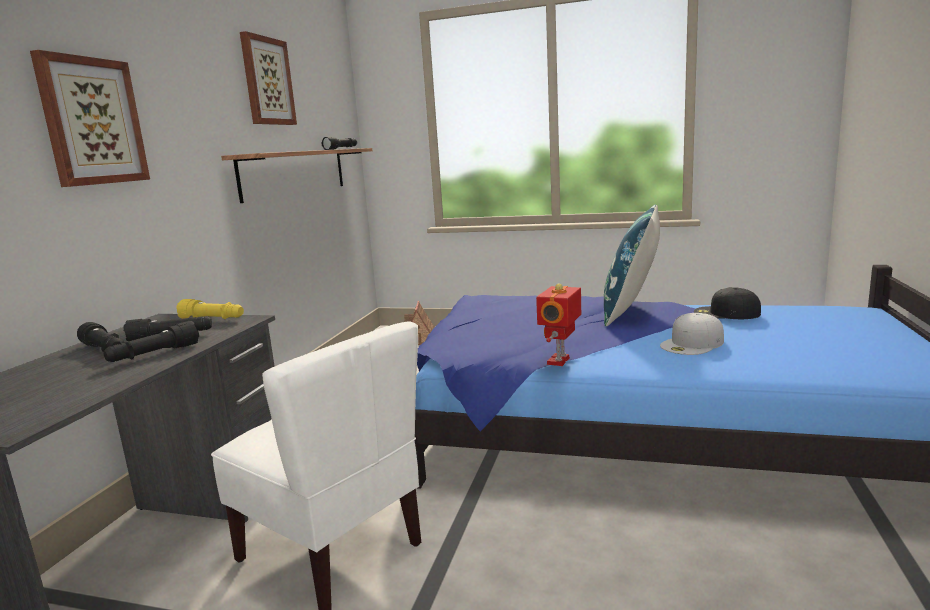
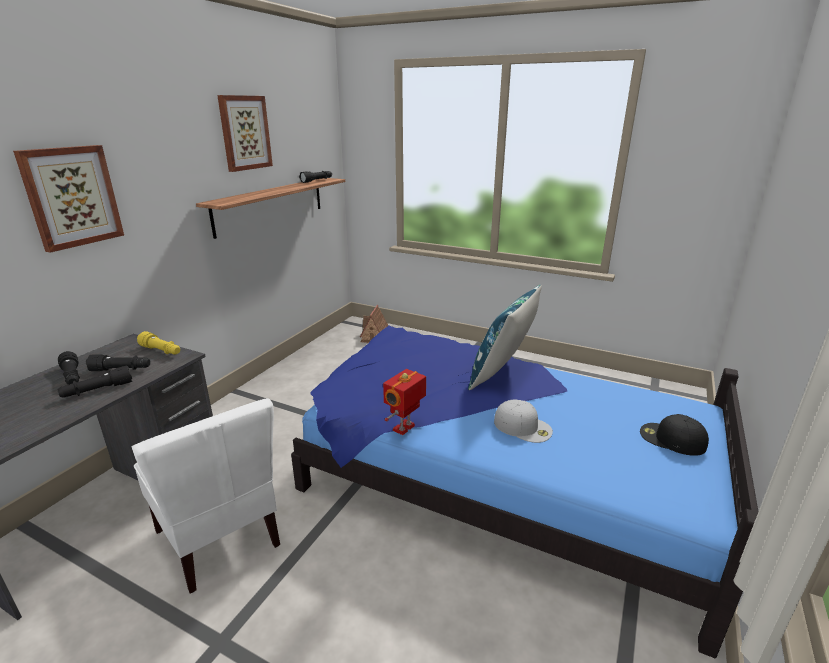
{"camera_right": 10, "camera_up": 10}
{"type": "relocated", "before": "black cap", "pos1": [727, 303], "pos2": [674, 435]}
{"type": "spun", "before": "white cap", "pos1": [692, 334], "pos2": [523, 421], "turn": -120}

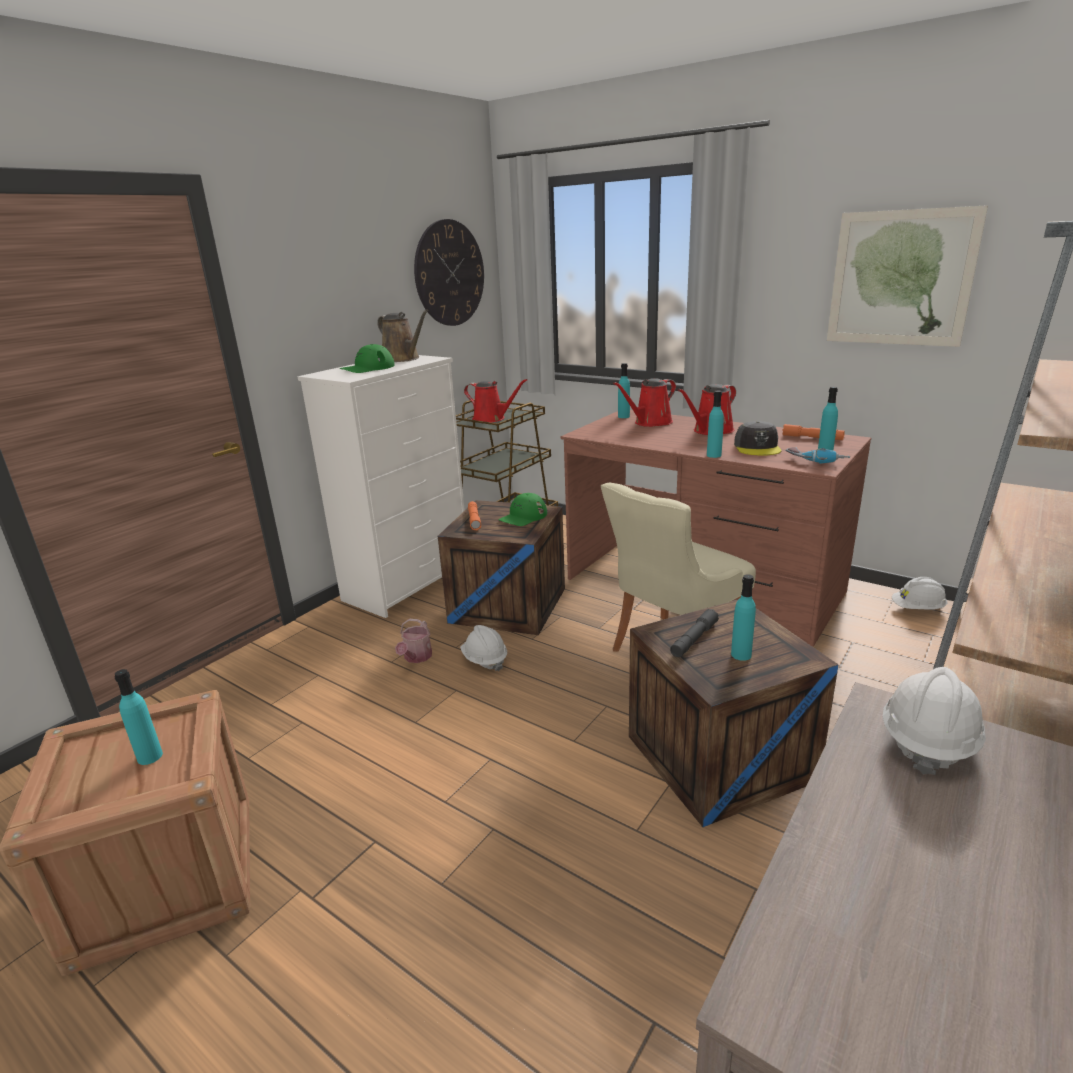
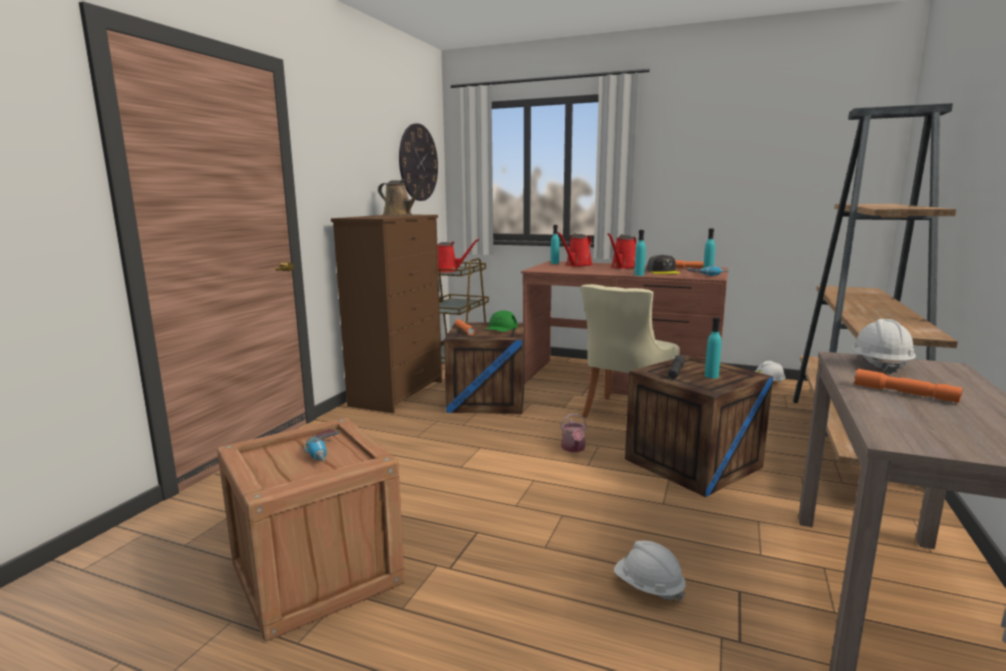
{"camera_right": -15, "camera_up": -10}
{"type": "missing", "before": "green cap", "pos1": [367, 358]}
{"type": "missing", "before": "picture", "pos1": [907, 276]}
{"type": "appeared", "after": "orange flashlight", "pos2": [908, 385]}
{"type": "relocated", "before": "watering can", "pos1": [413, 641], "pos2": [573, 433]}
{"type": "relocated", "before": "white hard hat", "pos1": [483, 648], "pos2": [650, 571]}
{"type": "exchanged", "before": "turquoise bottle", "after": "power drill", "pos1": [138, 717], "pos2": [322, 445]}
{"type": "colour", "before": "white dresser", "after": "brown dresser", "pos1": [381, 486], "pos2": [386, 314]}

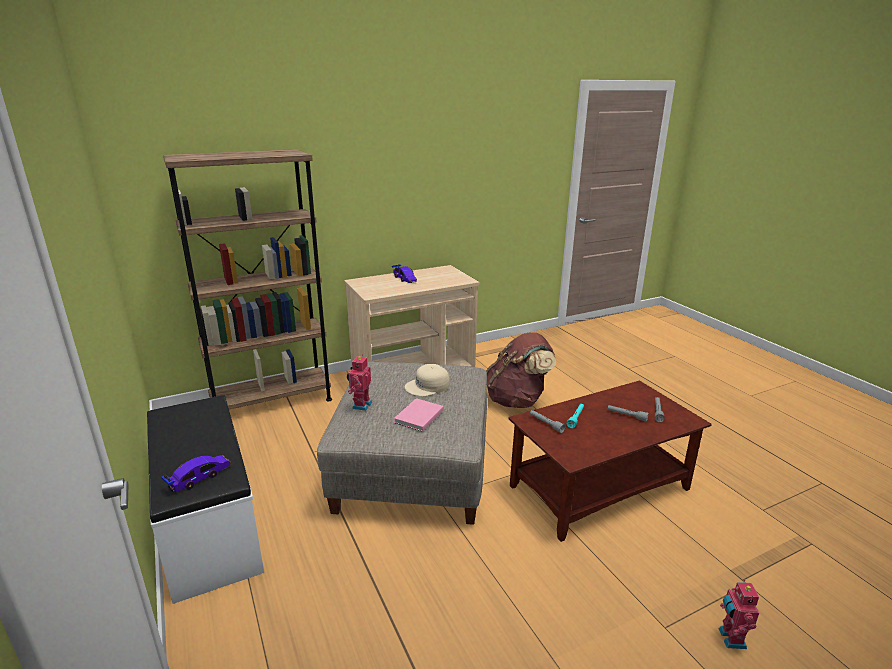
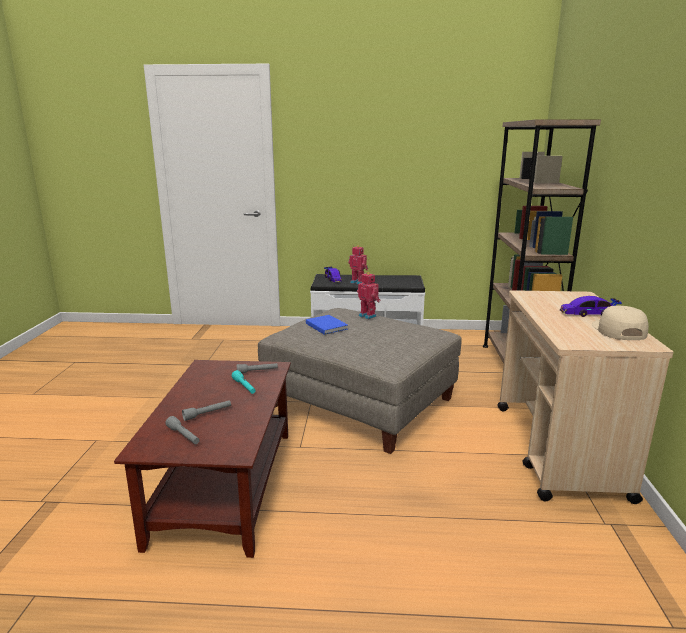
{"camera_right": 120, "camera_up": -5}
{"type": "missing", "before": "brown backpack", "pos1": [521, 370]}
{"type": "relocated", "before": "beige cap", "pos1": [427, 380], "pos2": [620, 323]}
{"type": "relocated", "before": "toy robot", "pos1": [739, 614], "pos2": [358, 265]}
{"type": "colour", "before": "pink book", "after": "blue book", "pos1": [419, 415], "pos2": [327, 325]}

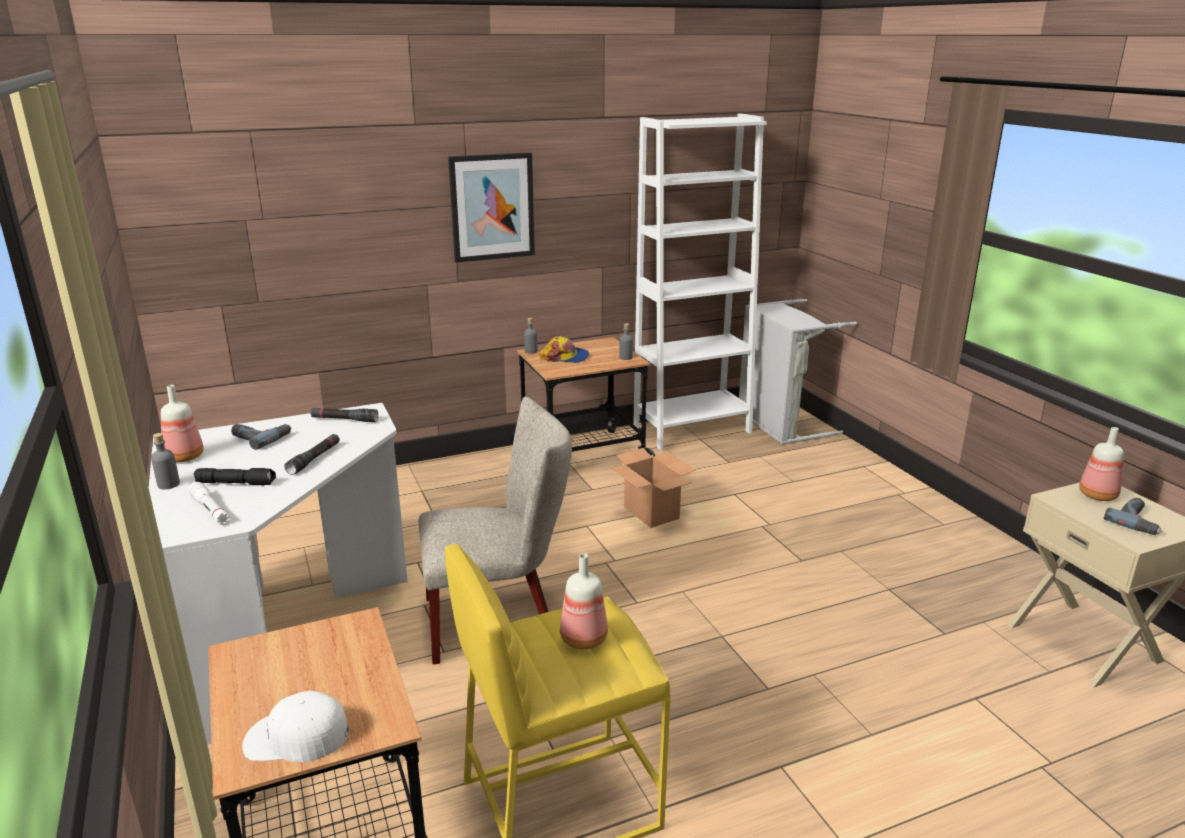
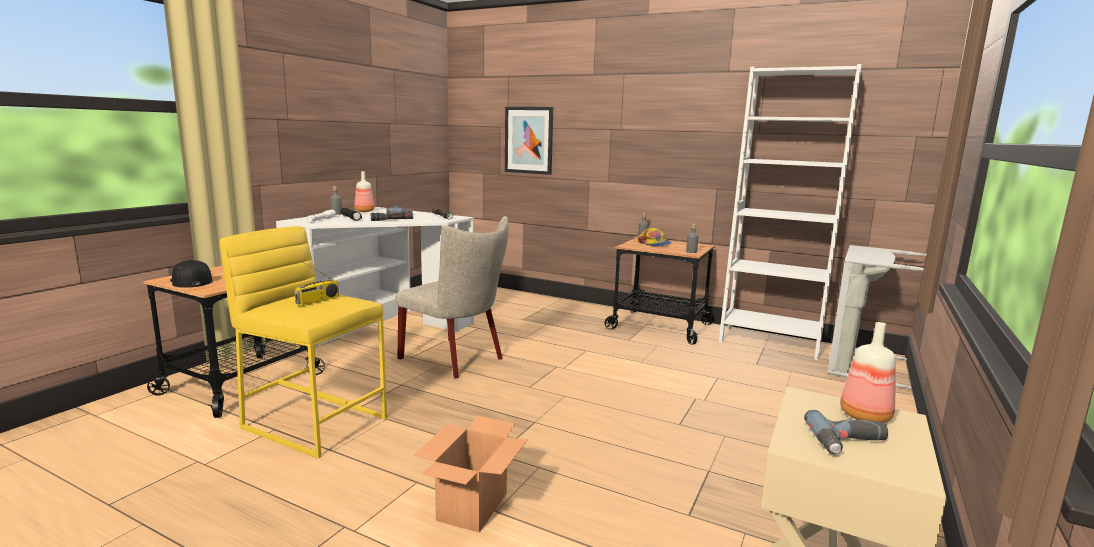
{"camera_right": 50, "camera_up": -10}
{"type": "relocated", "before": "picture", "pos1": [491, 207], "pos2": [529, 141]}
{"type": "relocated", "before": "cardboard box", "pos1": [653, 488], "pos2": [471, 474]}
{"type": "exchanged", "before": "bottle", "after": "radio", "pos1": [584, 601], "pos2": [316, 283]}
{"type": "colour", "before": "white cap", "after": "black cap", "pos1": [296, 726], "pos2": [191, 274]}

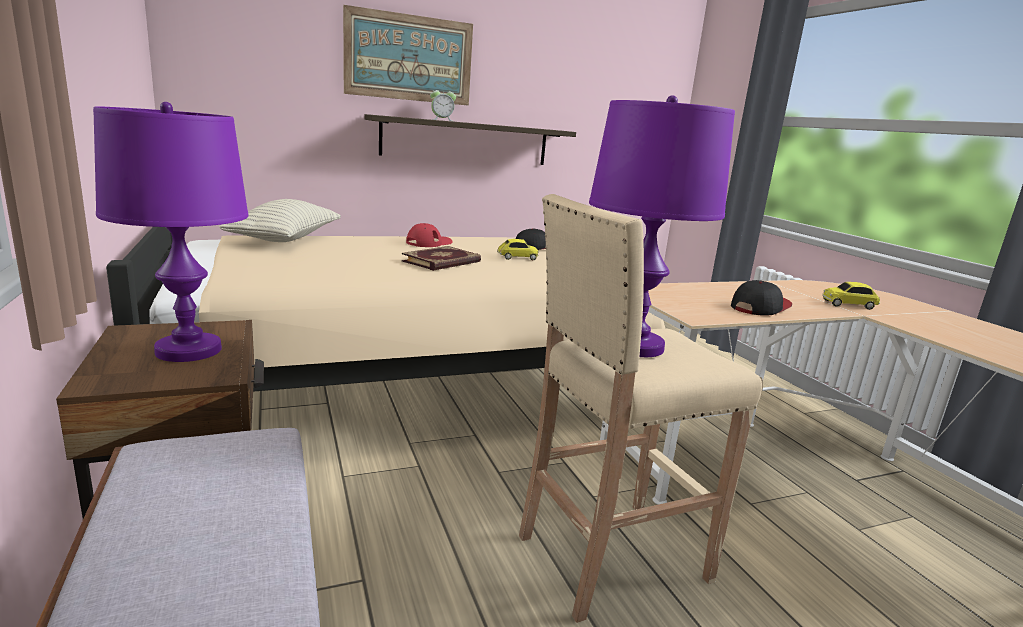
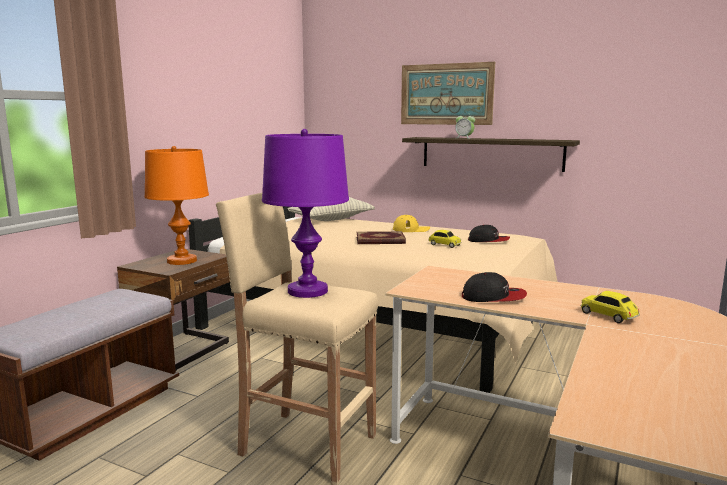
{"camera_right": 50, "camera_up": -5}
{"type": "colour", "before": "purple table lamp", "after": "orange table lamp", "pos1": [171, 232], "pos2": [177, 205]}
{"type": "colour", "before": "red cap", "after": "yellow cap", "pos1": [429, 235], "pos2": [411, 223]}

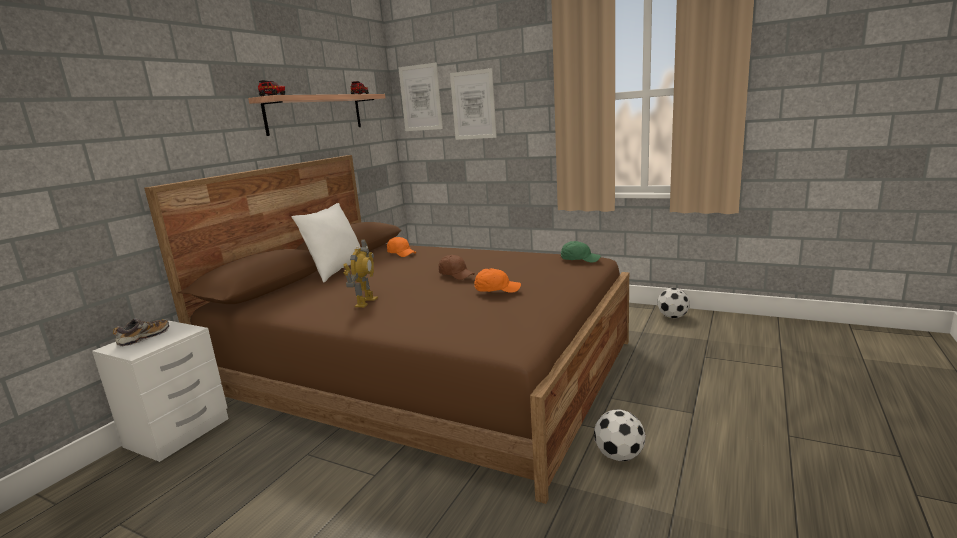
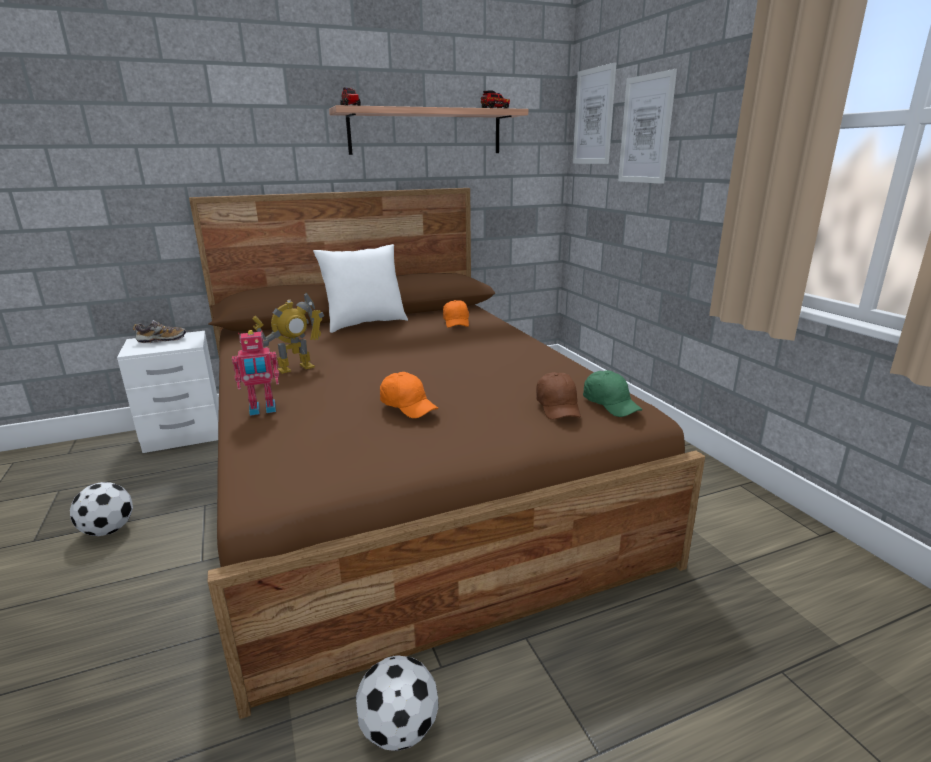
{"camera_right": 40, "camera_up": 5}
{"type": "appeared", "after": "toy robot", "pos2": [255, 373]}
{"type": "relocated", "before": "brown cap", "pos1": [457, 267], "pos2": [558, 396]}
{"type": "relocated", "before": "football", "pos1": [674, 303], "pos2": [101, 509]}

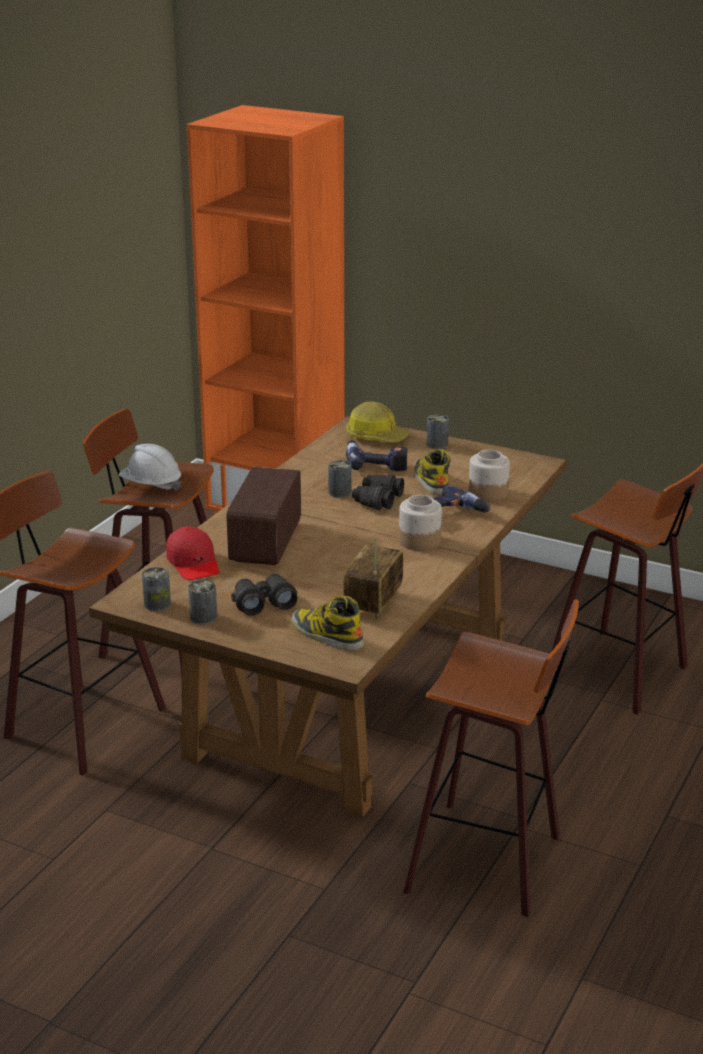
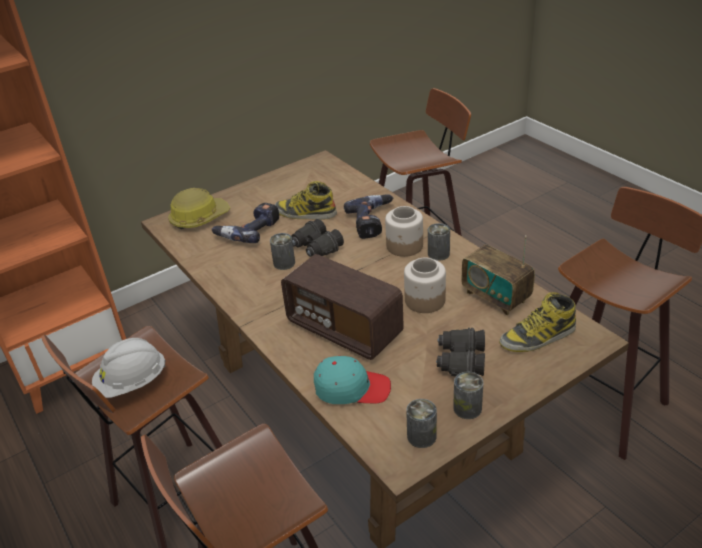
{"camera_right": -60, "camera_up": 10}
{"type": "relocated", "before": "can", "pos1": [438, 431], "pos2": [439, 242]}
{"type": "relocated", "before": "jar", "pos1": [489, 476], "pos2": [425, 285]}
{"type": "colour", "before": "red cap", "after": "turquoise cap", "pos1": [192, 553], "pos2": [352, 380]}

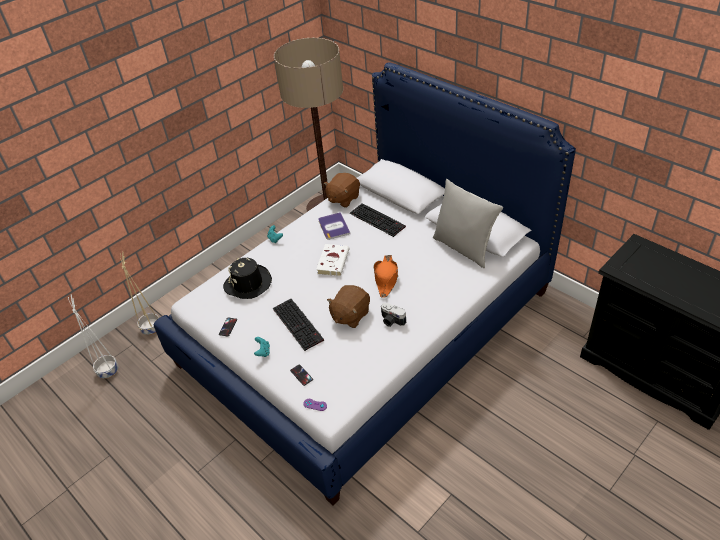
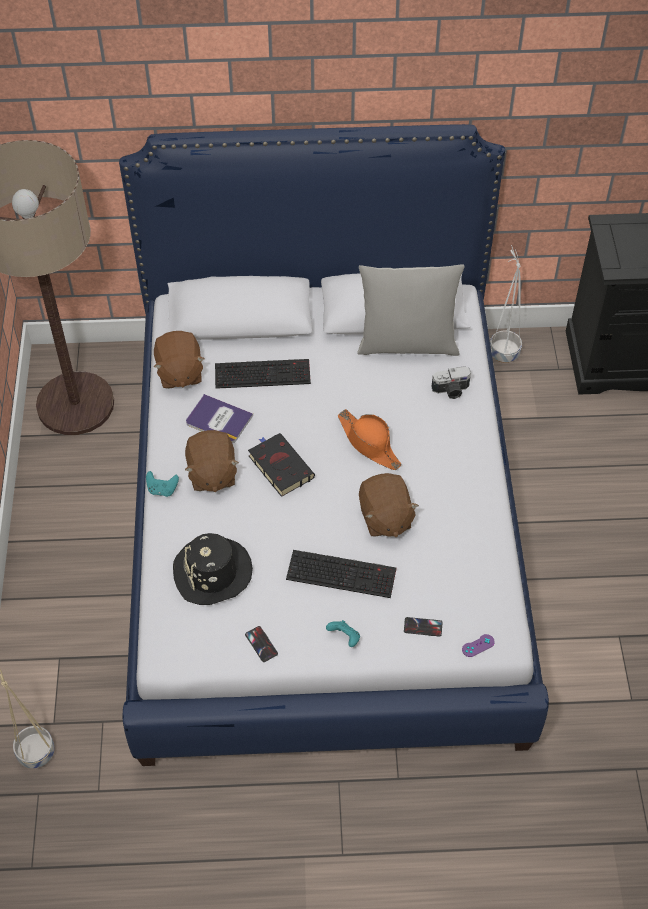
{"camera_right": -50, "camera_up": 10}
{"type": "appeared", "after": "brown plush toy", "pos2": [212, 461]}
{"type": "relocated", "before": "white planter", "pos1": [93, 336], "pos2": [506, 304]}
{"type": "relocated", "before": "photo camera", "pos1": [393, 315], "pos2": [451, 382]}
{"type": "colour", "before": "white book", "after": "black book", "pos1": [333, 260], "pos2": [281, 465]}

